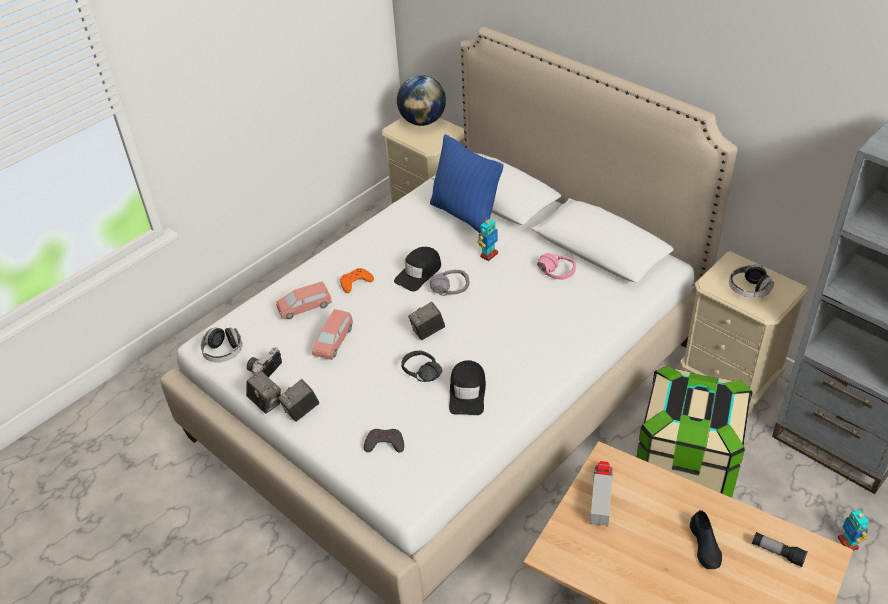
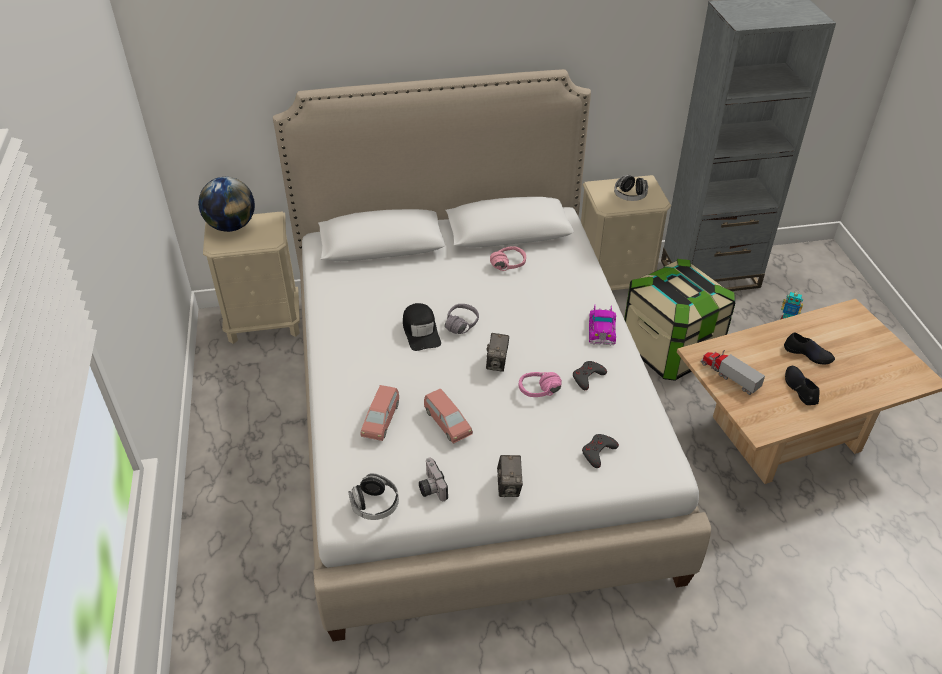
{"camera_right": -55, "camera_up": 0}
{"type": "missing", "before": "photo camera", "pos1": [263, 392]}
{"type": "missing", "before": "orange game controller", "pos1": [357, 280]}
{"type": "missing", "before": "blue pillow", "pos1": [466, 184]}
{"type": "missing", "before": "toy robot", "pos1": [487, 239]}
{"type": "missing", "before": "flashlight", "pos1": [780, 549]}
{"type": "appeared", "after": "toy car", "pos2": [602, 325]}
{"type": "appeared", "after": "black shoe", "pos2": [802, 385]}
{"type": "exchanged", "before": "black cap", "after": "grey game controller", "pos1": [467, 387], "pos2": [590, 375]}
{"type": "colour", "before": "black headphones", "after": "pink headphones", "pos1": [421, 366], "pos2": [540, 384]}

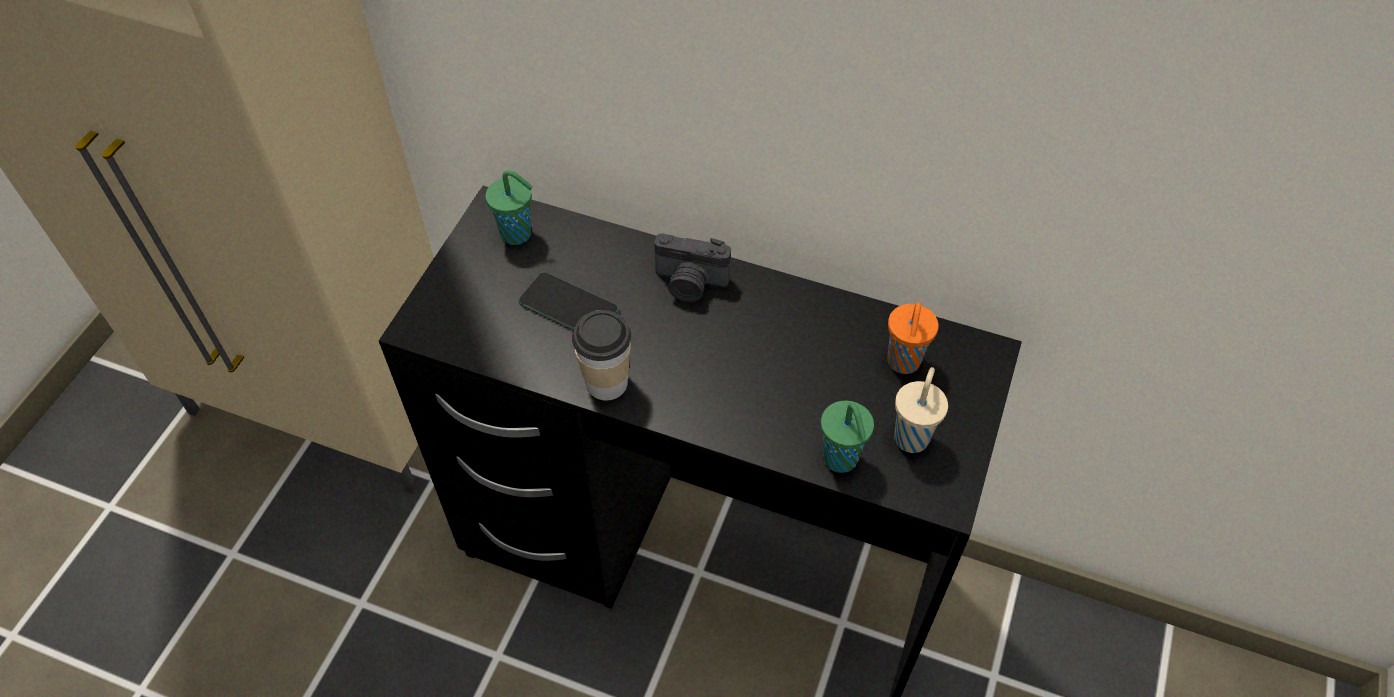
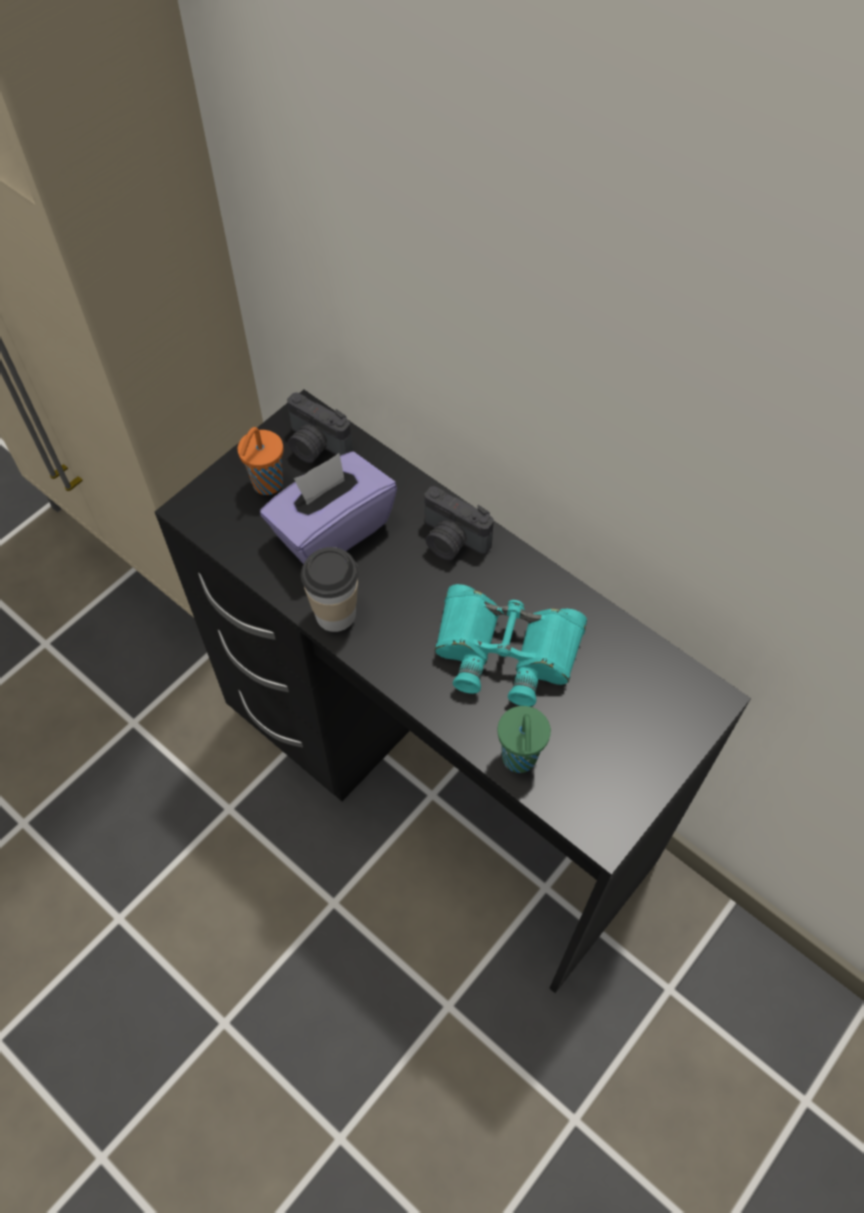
{"camera_right": 20, "camera_up": 5}
{"type": "missing", "before": "beige cup", "pos1": [921, 410]}
{"type": "appeared", "after": "turquoise binoculars", "pos2": [511, 645]}
{"type": "relocated", "before": "orange cup", "pos1": [913, 338], "pos2": [260, 461]}
{"type": "exchanged", "before": "green cup", "after": "photo camera", "pos1": [509, 207], "pos2": [320, 428]}
{"type": "exchanged", "before": "phone", "after": "purple tissue box", "pos1": [568, 301], "pos2": [328, 507]}

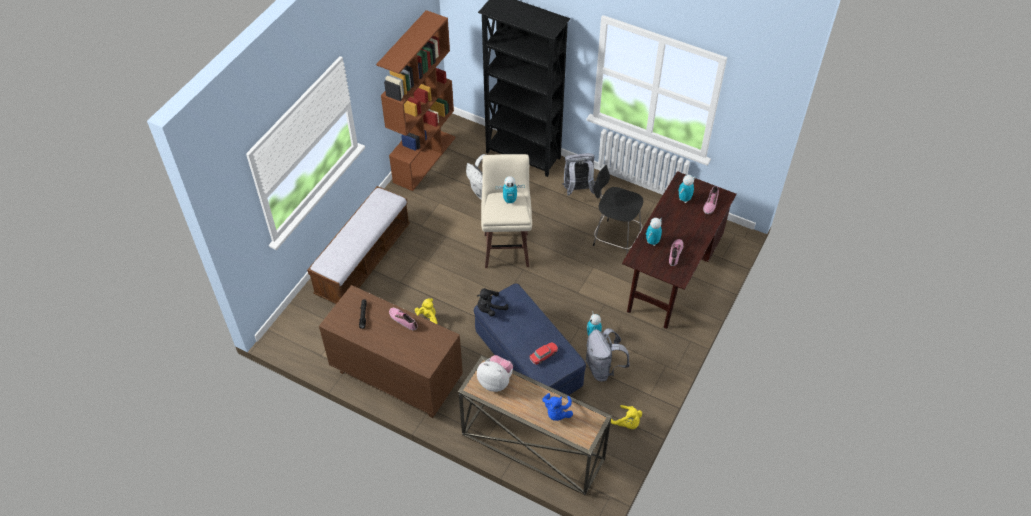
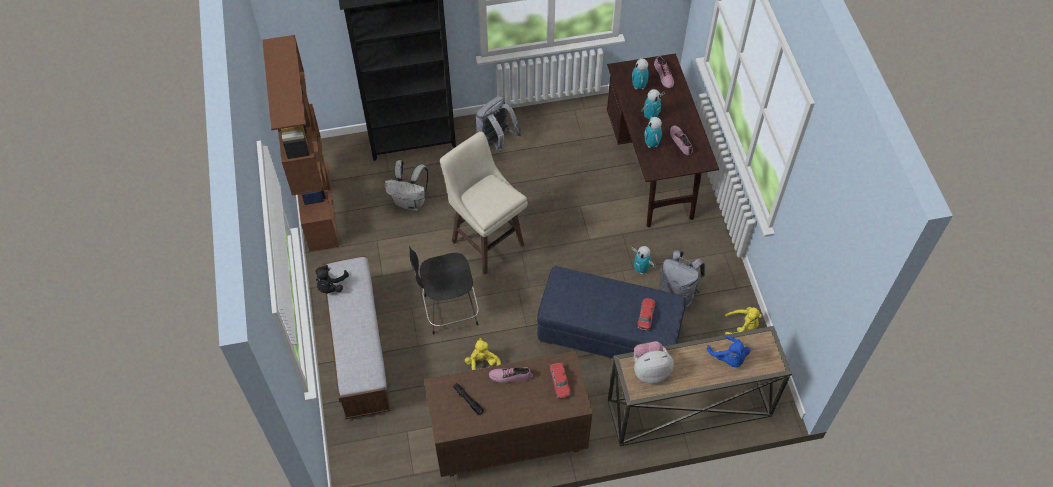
{"camera_right": -40, "camera_up": 5}
{"type": "appeared", "after": "toy car", "pos2": [560, 380]}
{"type": "relocated", "before": "black plush toy", "pos1": [492, 302], "pos2": [332, 279]}
{"type": "relocated", "before": "toy robot", "pos1": [510, 190], "pos2": [653, 104]}
{"type": "relocated", "before": "black chair", "pos1": [618, 210], "pos2": [444, 290]}

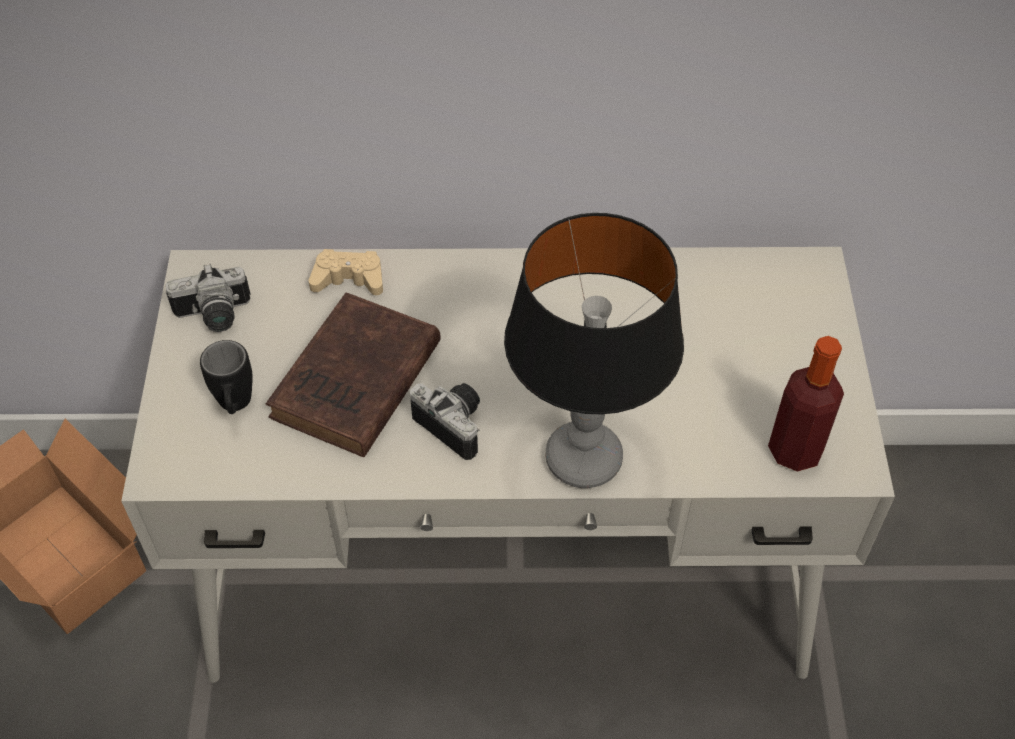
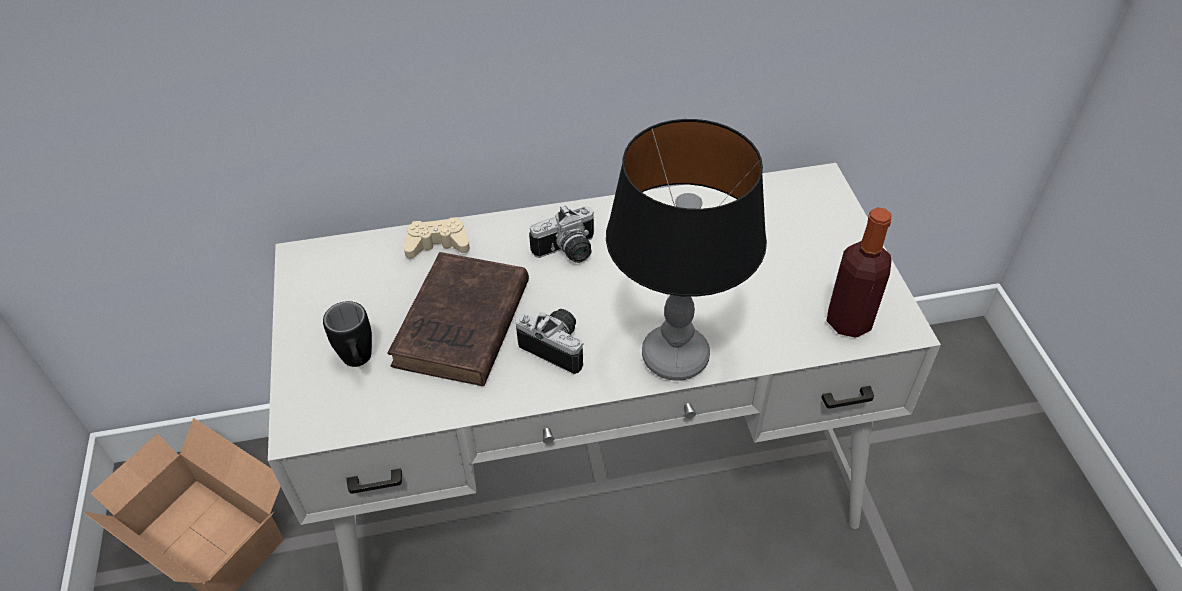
{"camera_right": -10, "camera_up": -5}
{"type": "relocated", "before": "photo camera", "pos1": [208, 298], "pos2": [561, 234]}

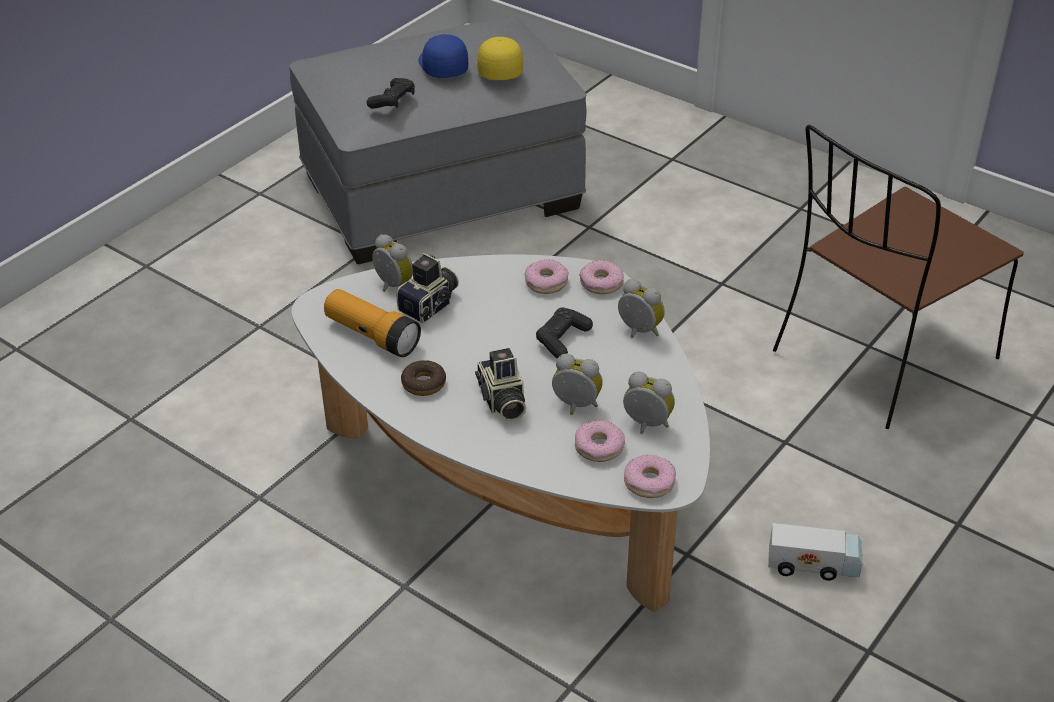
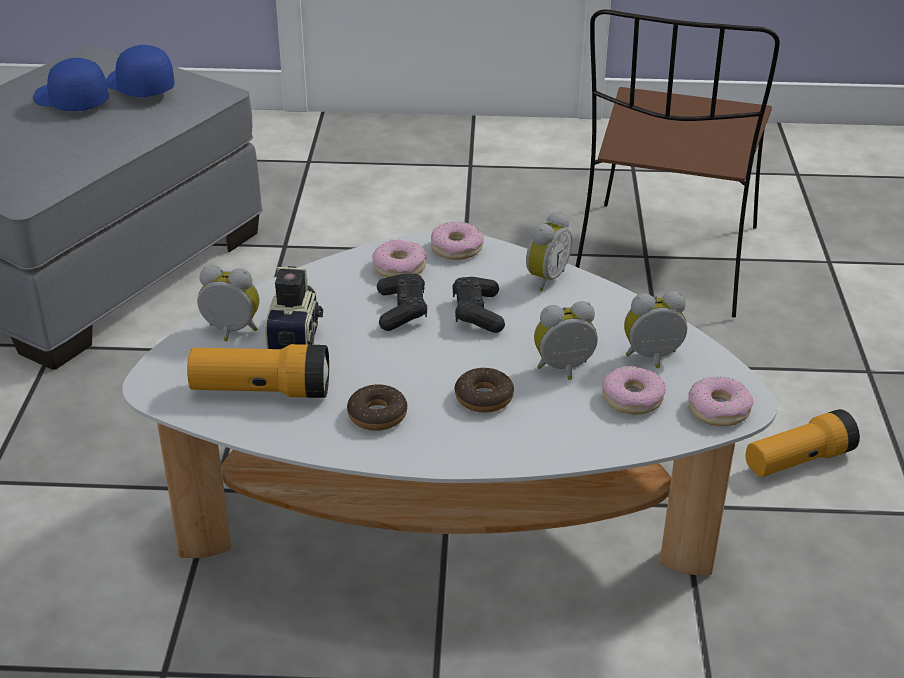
{"camera_right": -35, "camera_up": -5}
{"type": "relocated", "before": "black game controller", "pos1": [391, 93], "pos2": [402, 302]}
{"type": "exchanged", "before": "photo camera", "after": "donut", "pos1": [500, 384], "pos2": [484, 390]}
{"type": "exchanged", "before": "toy truck", "after": "flashlight", "pos1": [815, 552], "pos2": [803, 443]}
{"type": "colour", "before": "yellow cap", "after": "blue cap", "pos1": [500, 58], "pos2": [140, 71]}
{"type": "spun", "before": "alarm clock", "pos1": [641, 309], "pos2": [549, 251], "turn": 120}

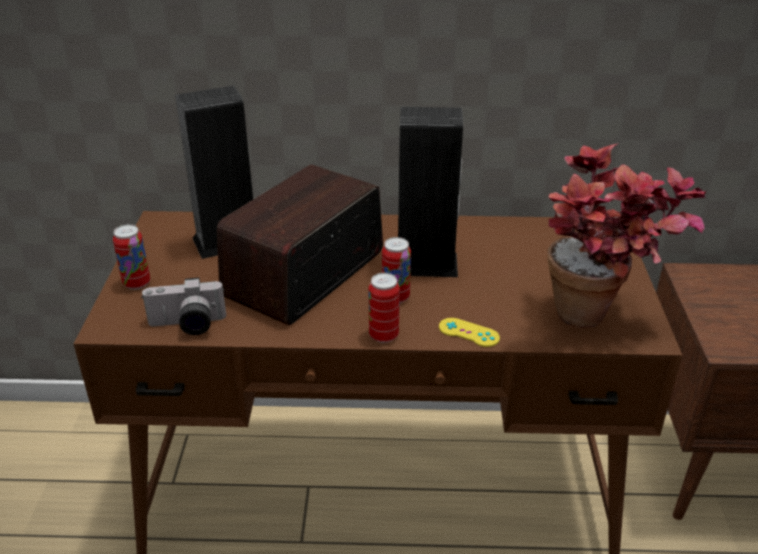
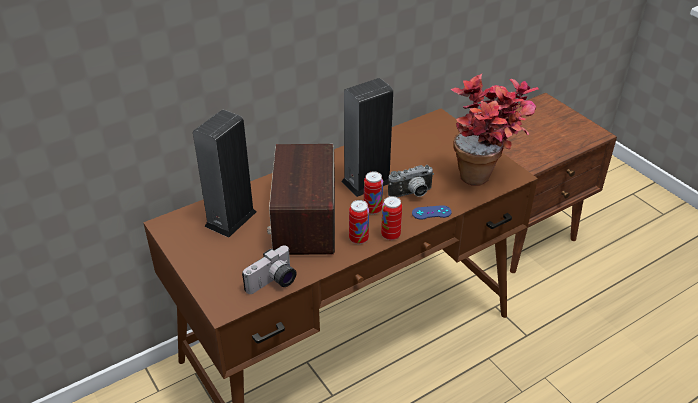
{"camera_right": -35, "camera_up": 5}
{"type": "appeared", "after": "photo camera", "pos2": [411, 181]}
{"type": "relocated", "before": "can", "pos1": [131, 257], "pos2": [359, 222]}
{"type": "colour", "before": "yellow game controller", "after": "blue game controller", "pos1": [469, 332], "pos2": [432, 212]}

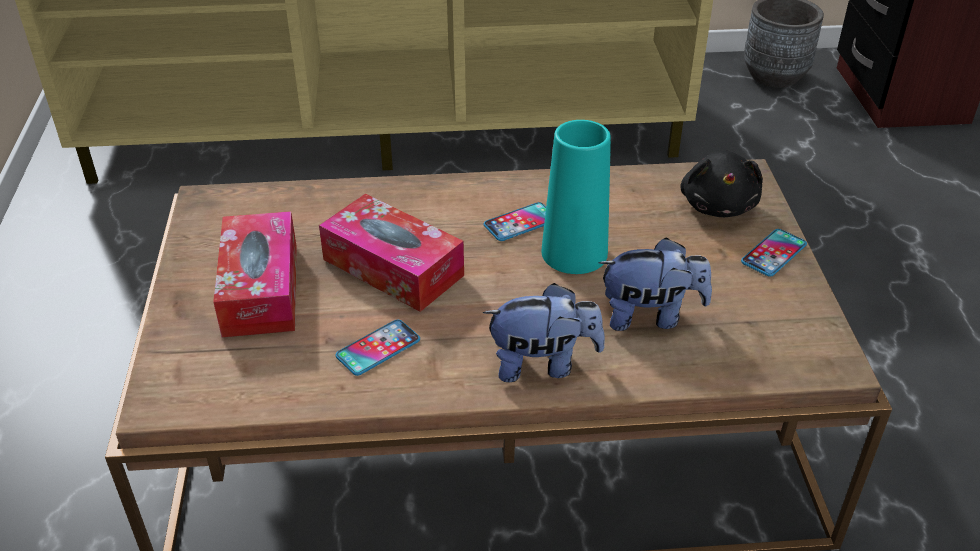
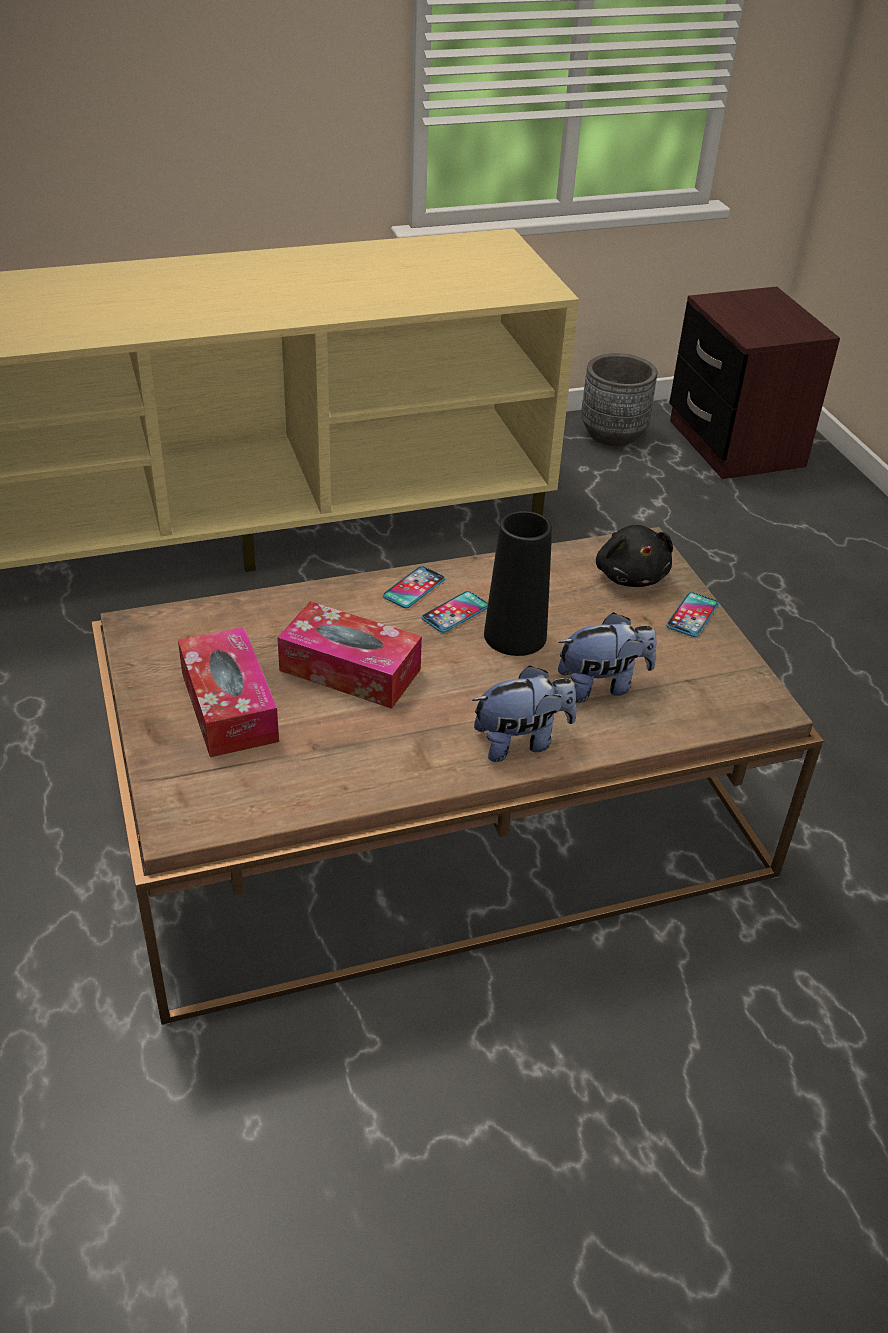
{"camera_right": -15, "camera_up": 0}
{"type": "relocated", "before": "phone", "pos1": [377, 348], "pos2": [414, 587]}
{"type": "colour", "before": "turquoise vase", "after": "black vase", "pos1": [576, 197], "pos2": [518, 583]}

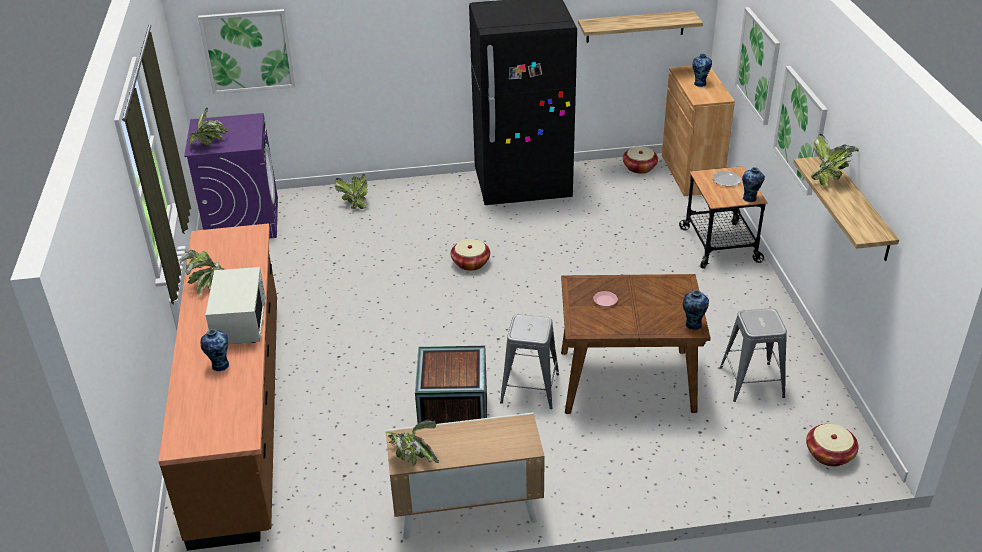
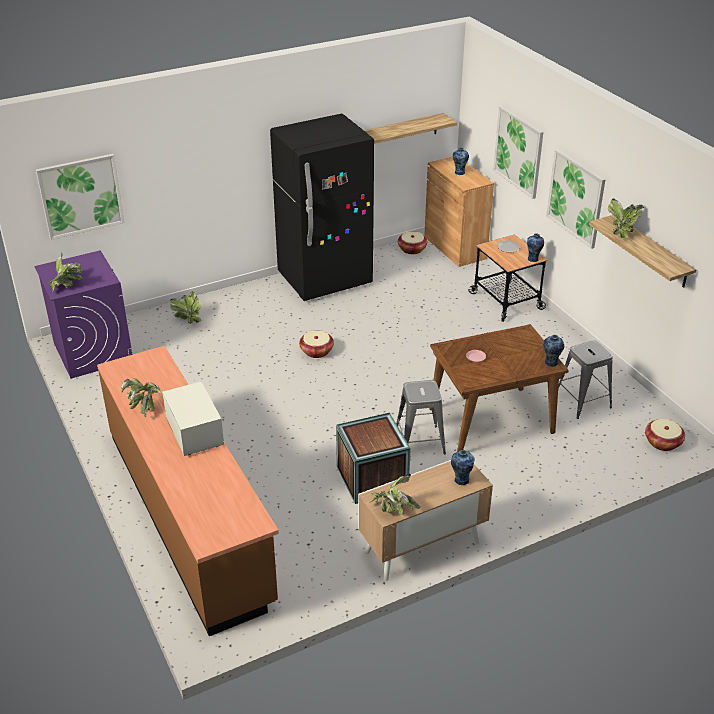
{"camera_right": -20, "camera_up": 0}
{"type": "relocated", "before": "vase", "pos1": [215, 350], "pos2": [462, 467]}

